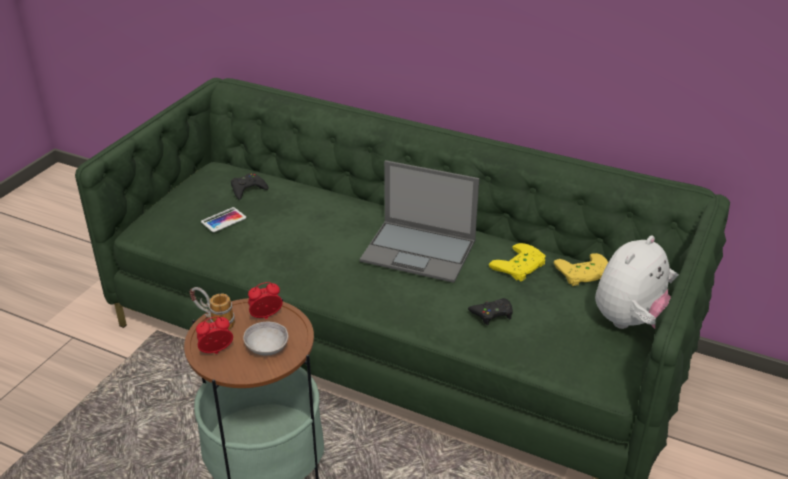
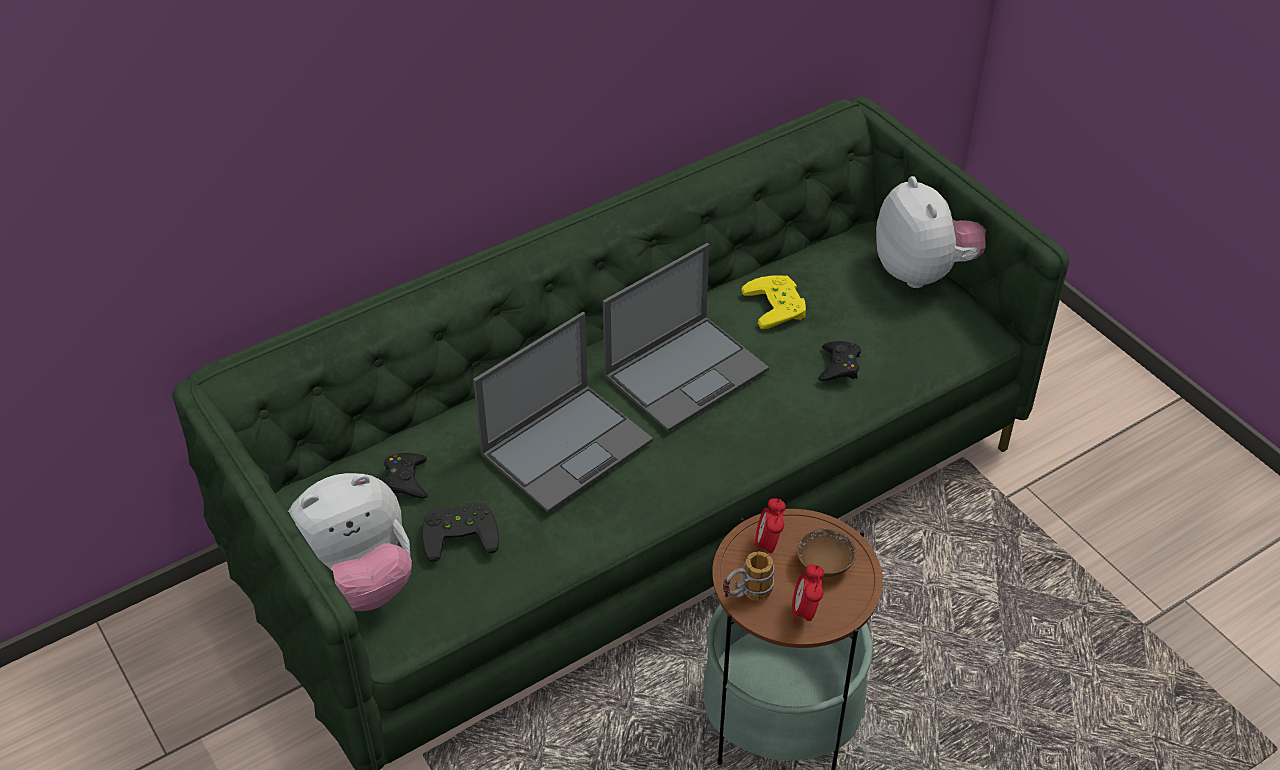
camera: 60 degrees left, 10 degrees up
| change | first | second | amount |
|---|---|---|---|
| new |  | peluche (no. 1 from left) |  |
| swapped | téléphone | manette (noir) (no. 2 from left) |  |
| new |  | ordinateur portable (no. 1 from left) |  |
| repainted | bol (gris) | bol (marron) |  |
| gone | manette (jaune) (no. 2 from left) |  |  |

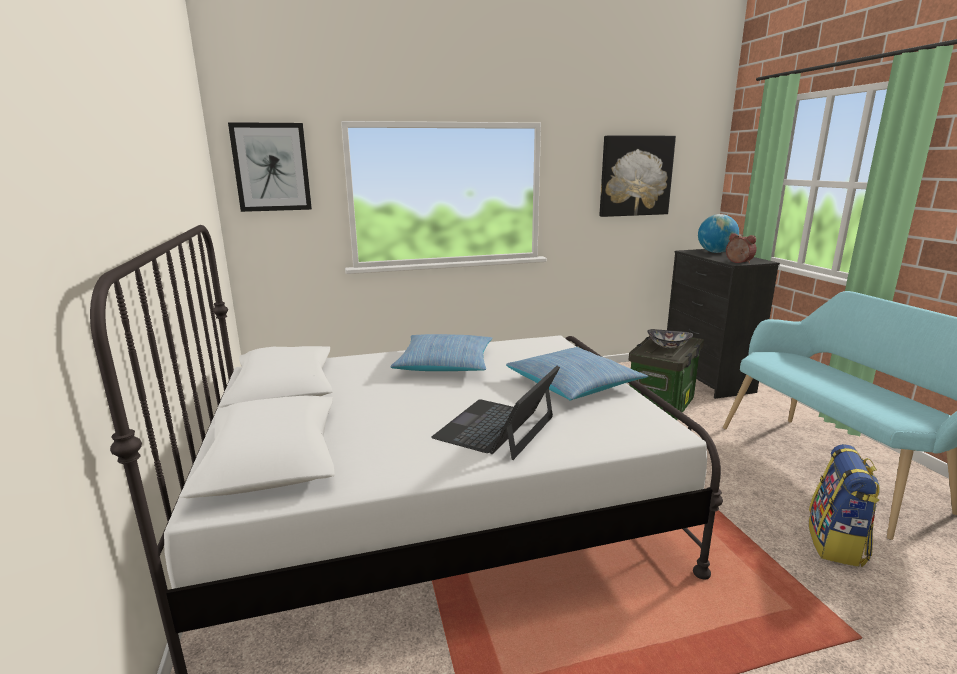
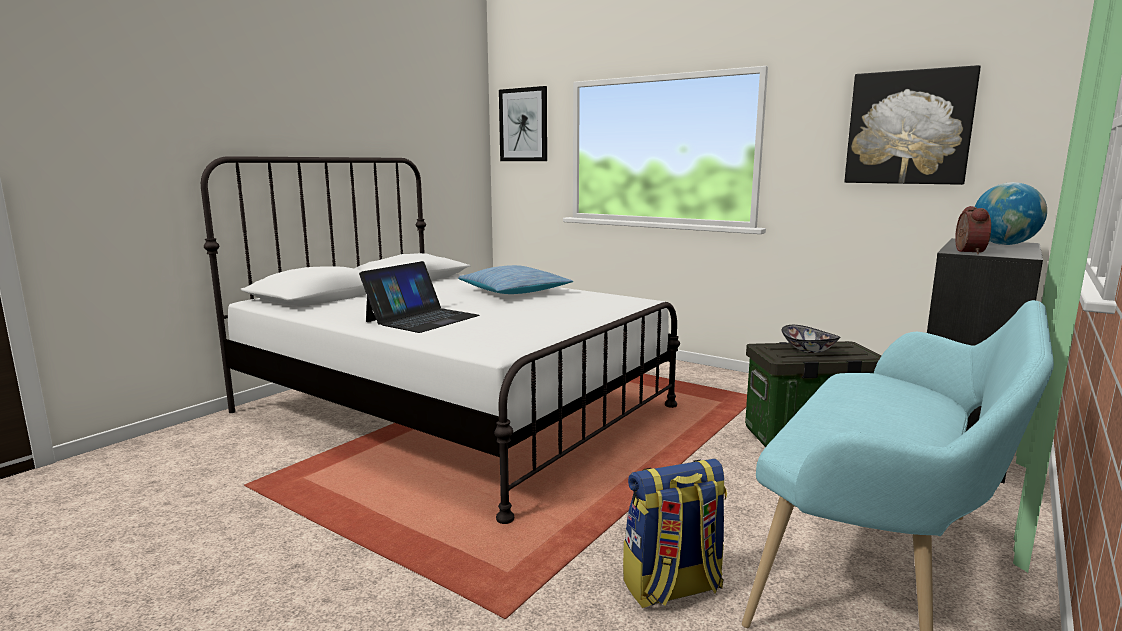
camera: 50 degrees right, 5 degrees down
| change | first | second | amount |
|---|---|---|---|
| rotated | ordinateur portable |  | 135 degrees clockwise |
| gone | coussin (no. 2 from left) |  |  |

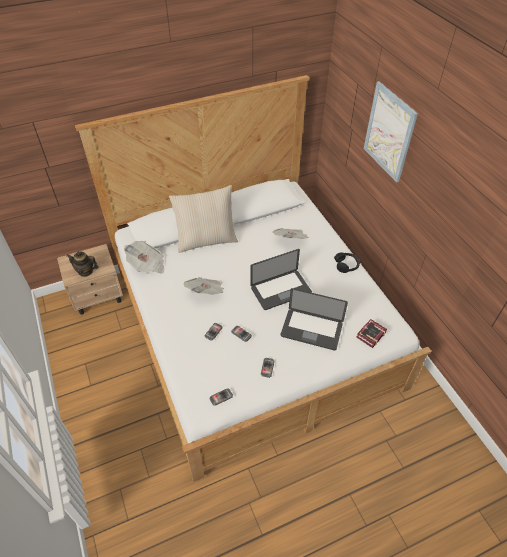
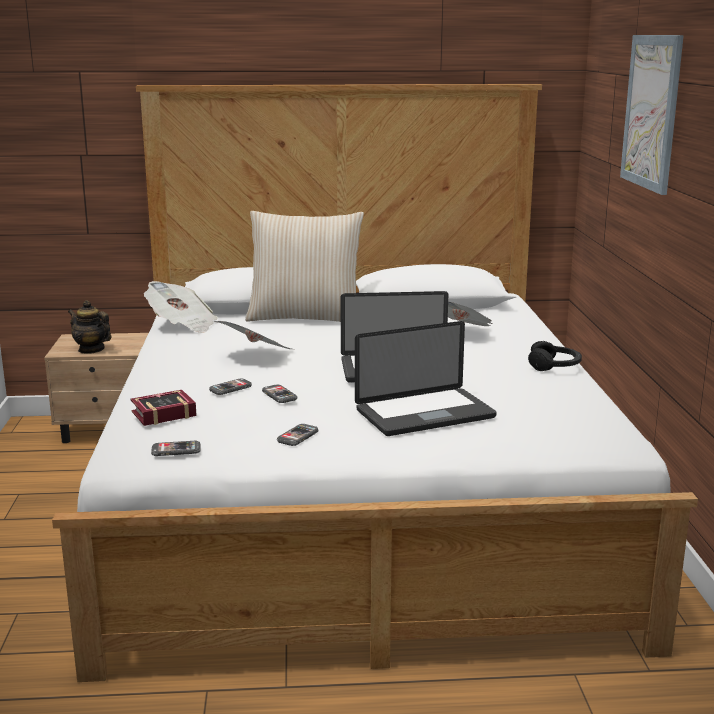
camera: 20 degrees right, 30 degrees down
| change | first | second | amount |
|---|---|---|---|
| shifted | livre |  |  |
| rotated | ordinateur portable (no. 2 from left) |  | 60 degrees counterclockwise |

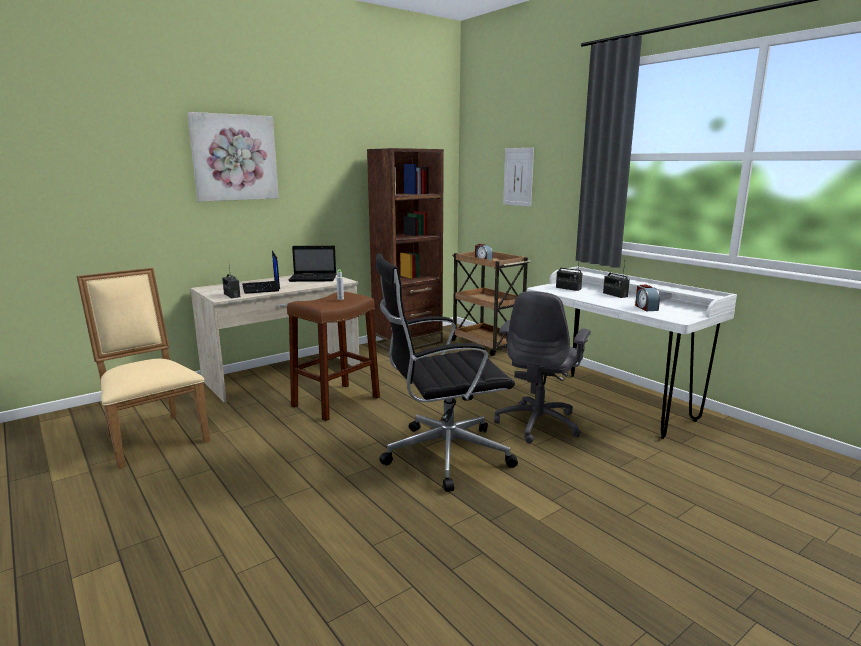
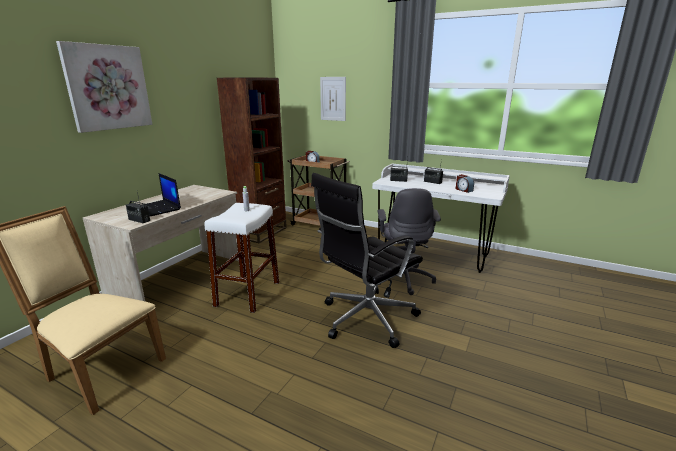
camera: 25 degrees left, 5 degrees up
| change | first | second | amount |
|---|---|---|---|
| repainted | tabouret (marron) | tabouret (blanc) |  |
| gone | ordinateur portable (no. 2 from left) |  |  |

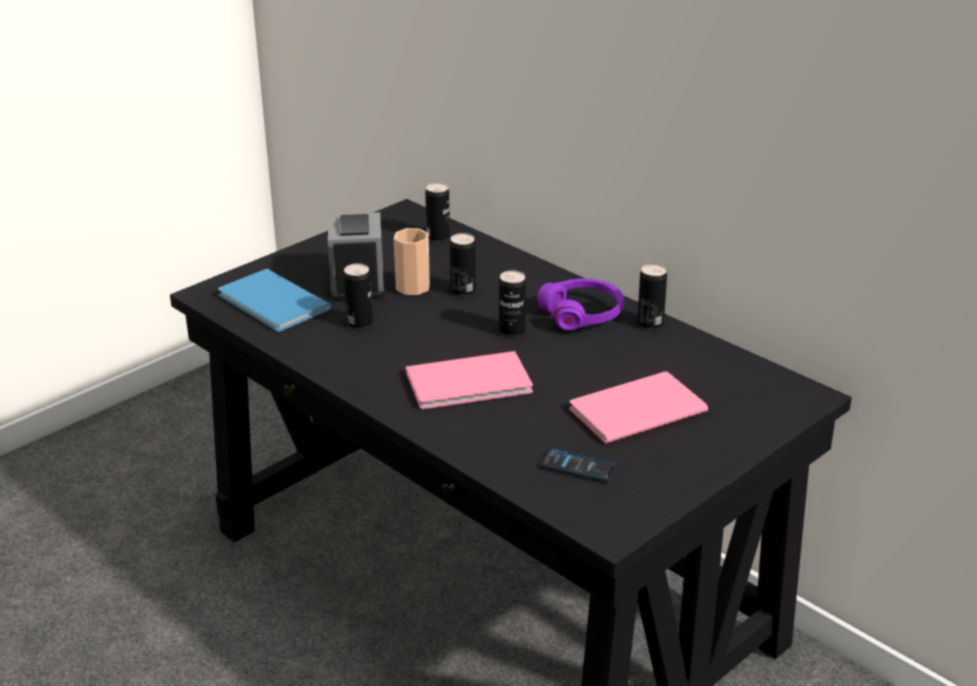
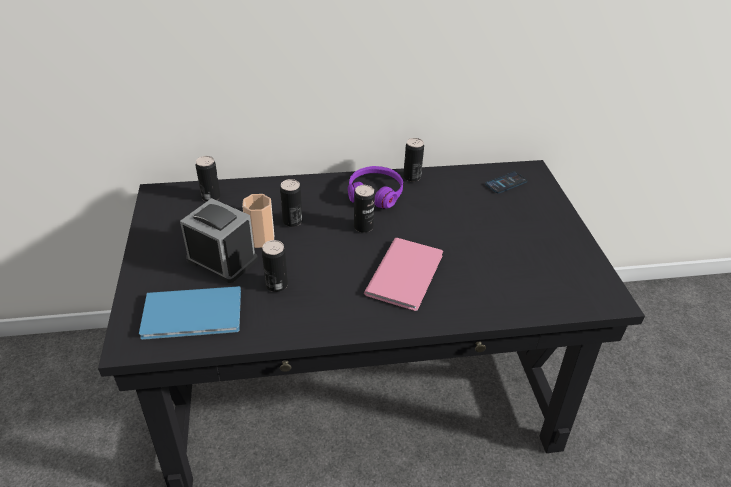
camera: 55 degrees left, 10 degrees up
| change | first | second | amount |
|---|---|---|---|
| shifted | téléphone |  |  |
| gone | livre (rose) (no. 2 from left) |  |  |

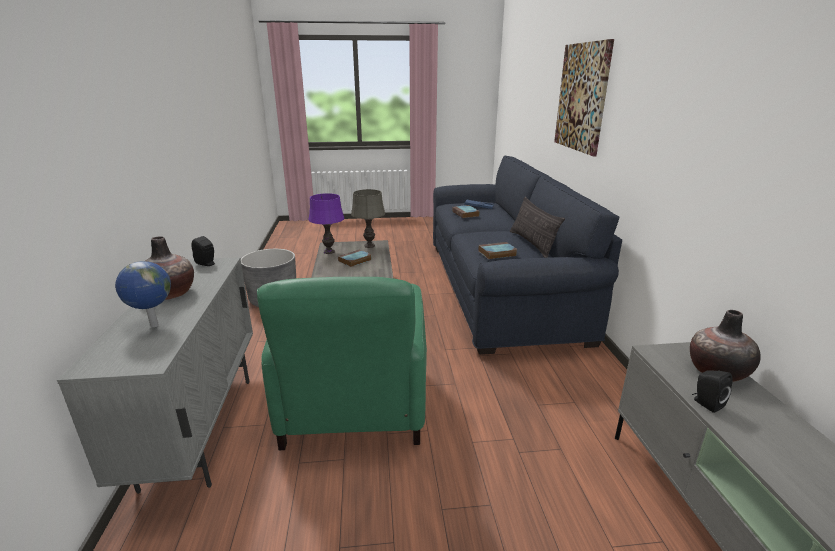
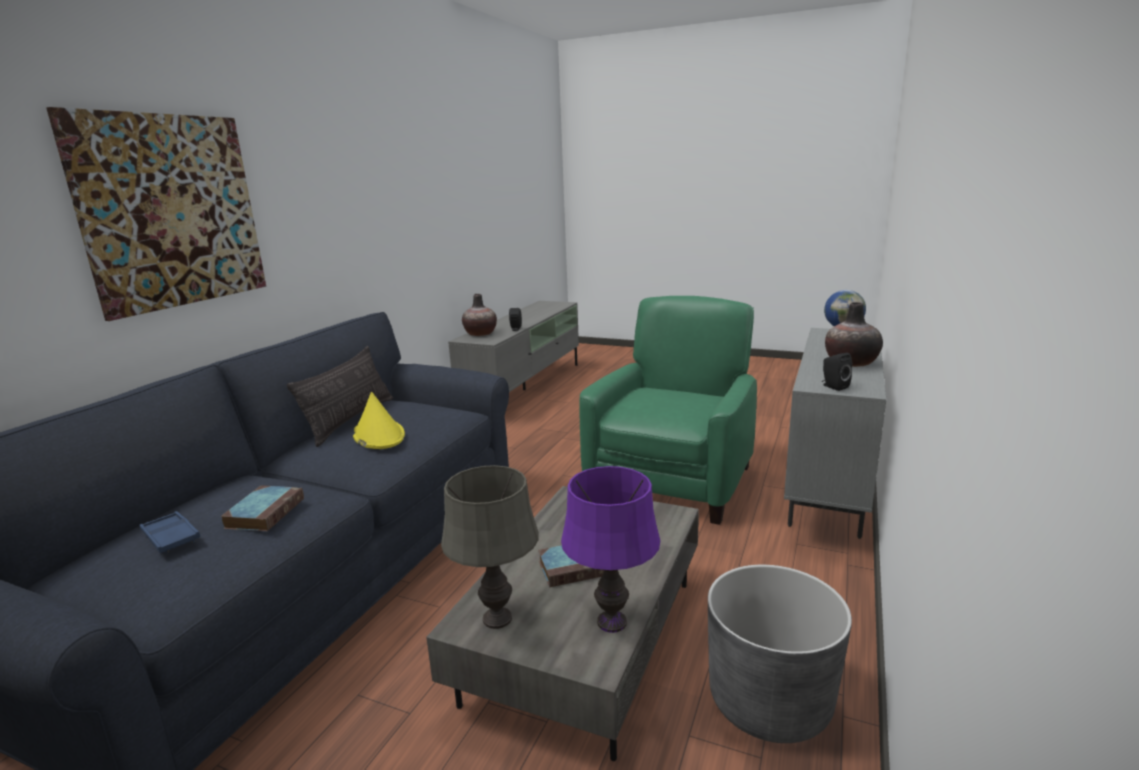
camera: 150 degrees left, 5 degrees down
| change | first | second | amount |
|---|---|---|---|
| new |  | chapeau (jaune) |  |
| gone | livre (no. 3 from left) |  |  |

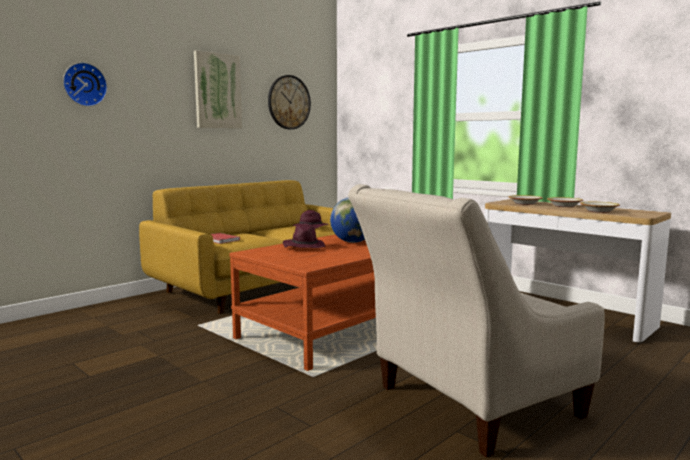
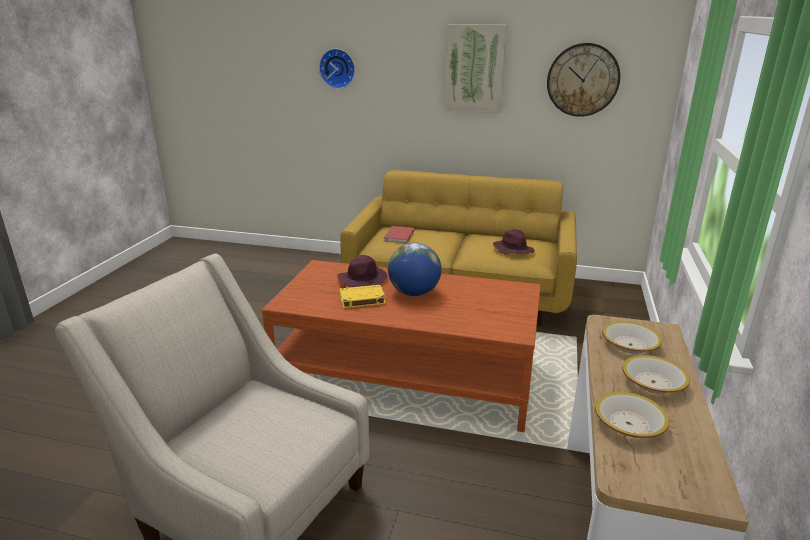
camera: 60 degrees right, 15 degrees up
| change | first | second | amount |
|---|---|---|---|
| new |  | livre (jaune) |  |

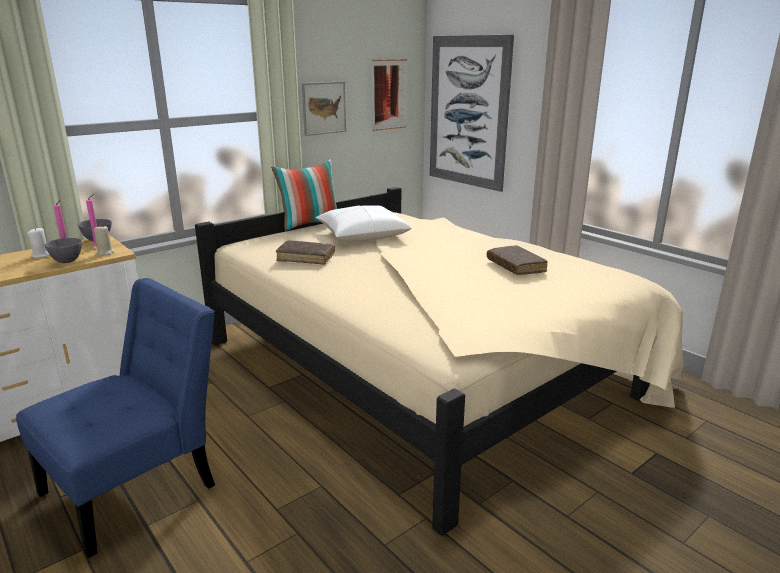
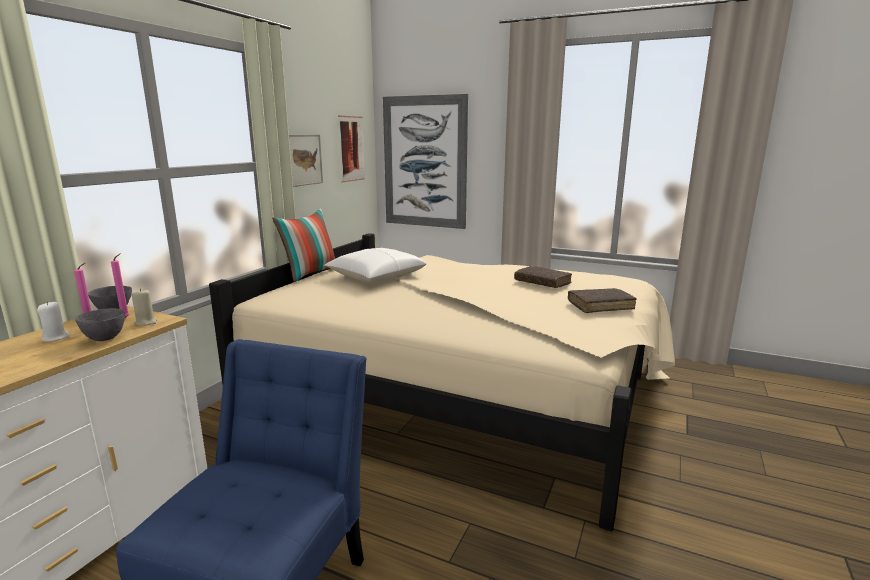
camera: 25 degrees left, 5 degrees down
| change | first | second | amount |
|---|---|---|---|
| shifted | livre (marron) (no. 1 from left in the first image) | livre (marron) (no. 2 from left) |  |

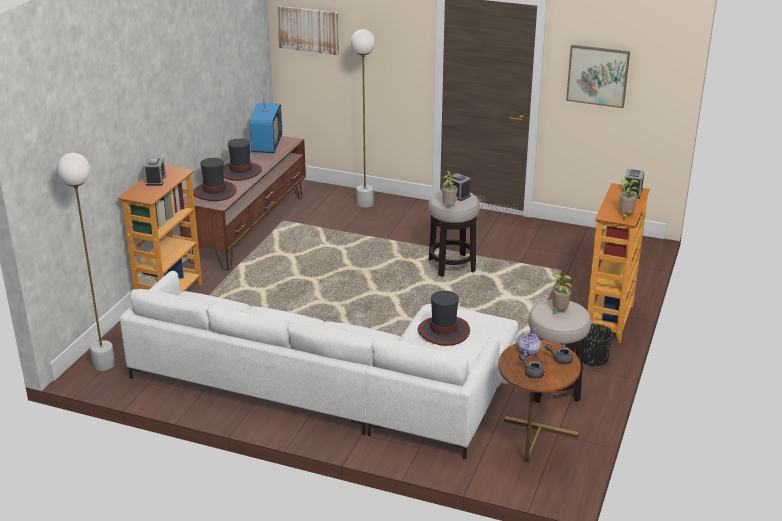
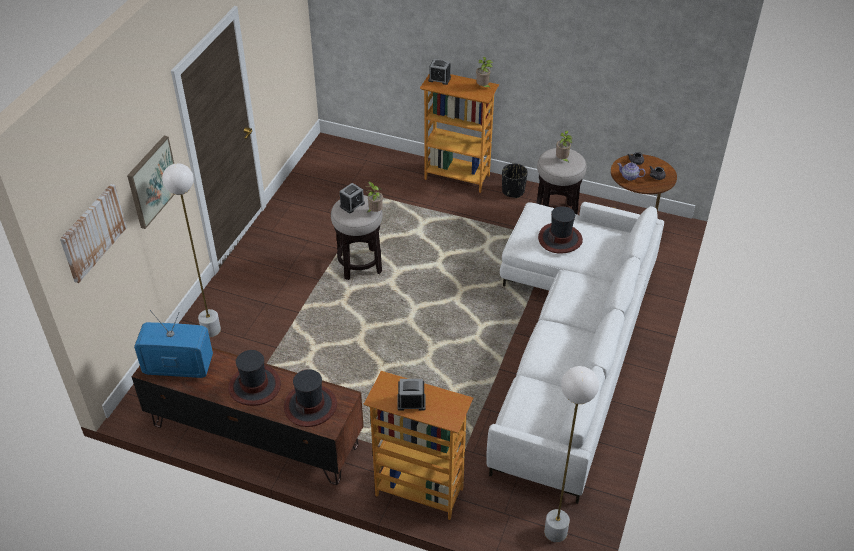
camera: 90 degrees left, 15 degrees up
| change | first | second | amount |
|---|---|---|---|
| shifted | tableau (no. 2 from left) |  |  |

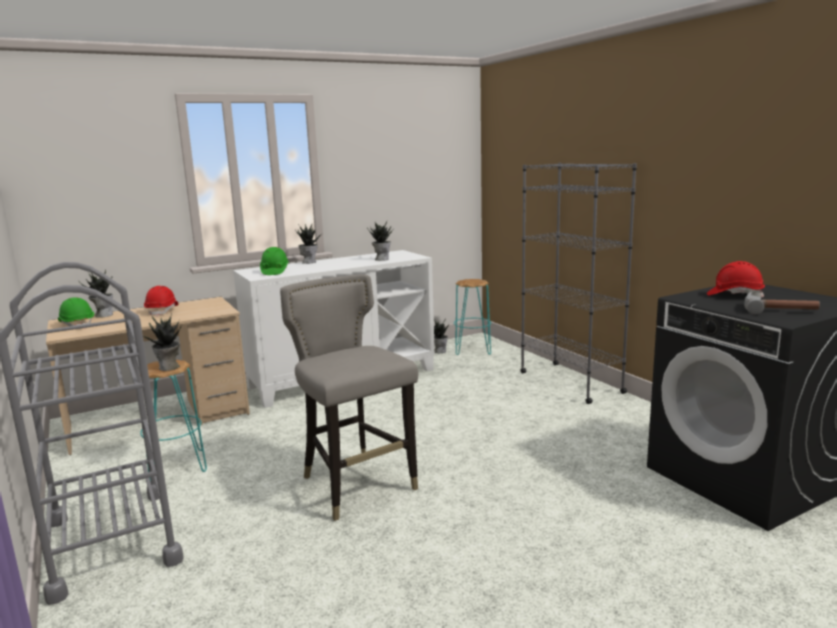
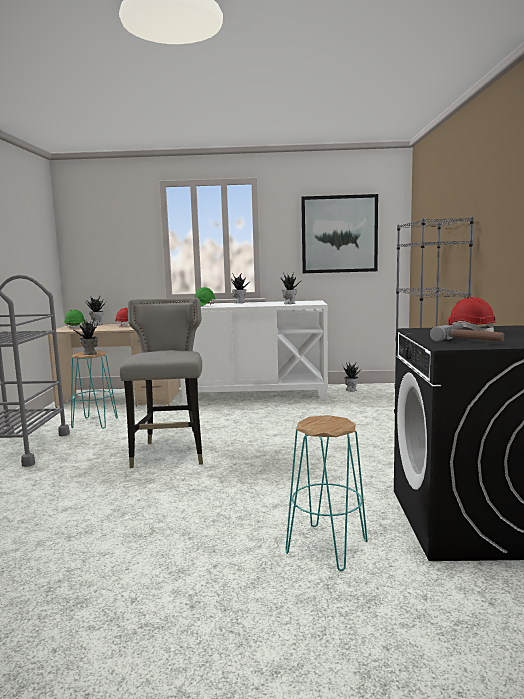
camera: 30 degrees right, 5 degrees down
| change | first | second | amount |
|---|---|---|---|
| shifted | tabouret (turquoise) (no. 2 from left) |  |  |
| new |  | tableau |  |

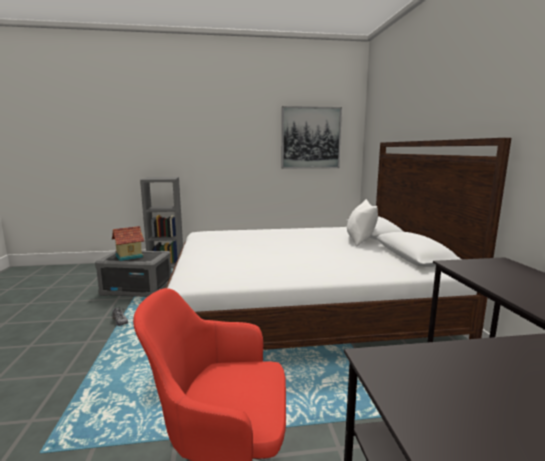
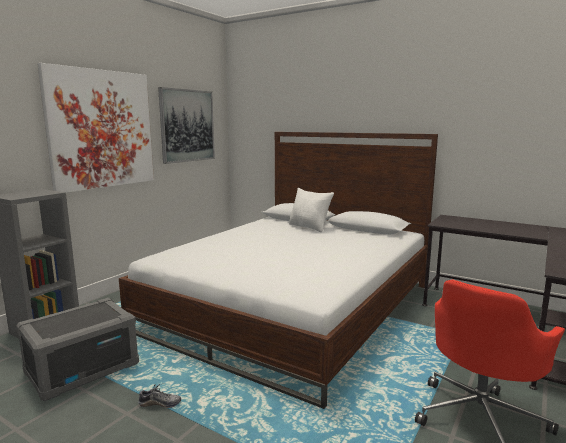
camera: 50 degrees left, 0 degrees up
| change | first | second | amount |
|---|---|---|---|
| new |  | tableau (no. 1 from left) |  |
| gone | maison miniature |  |  |

